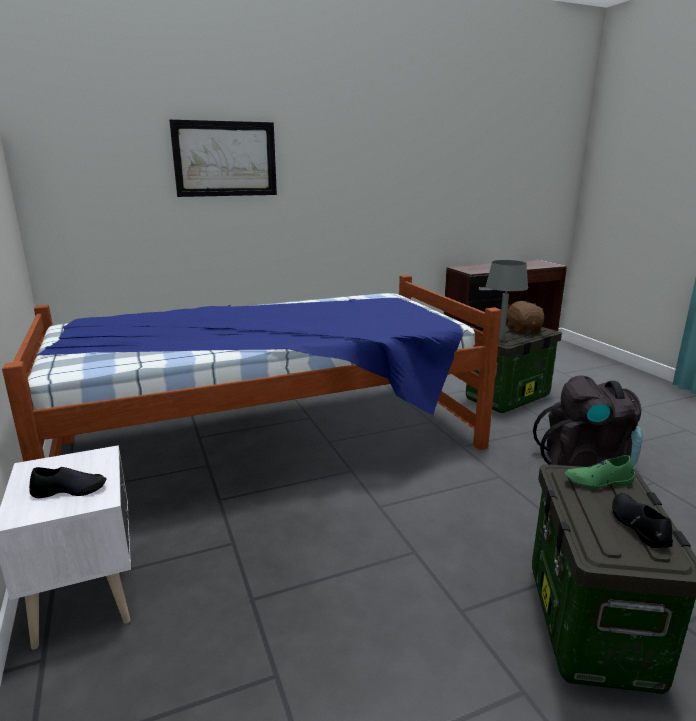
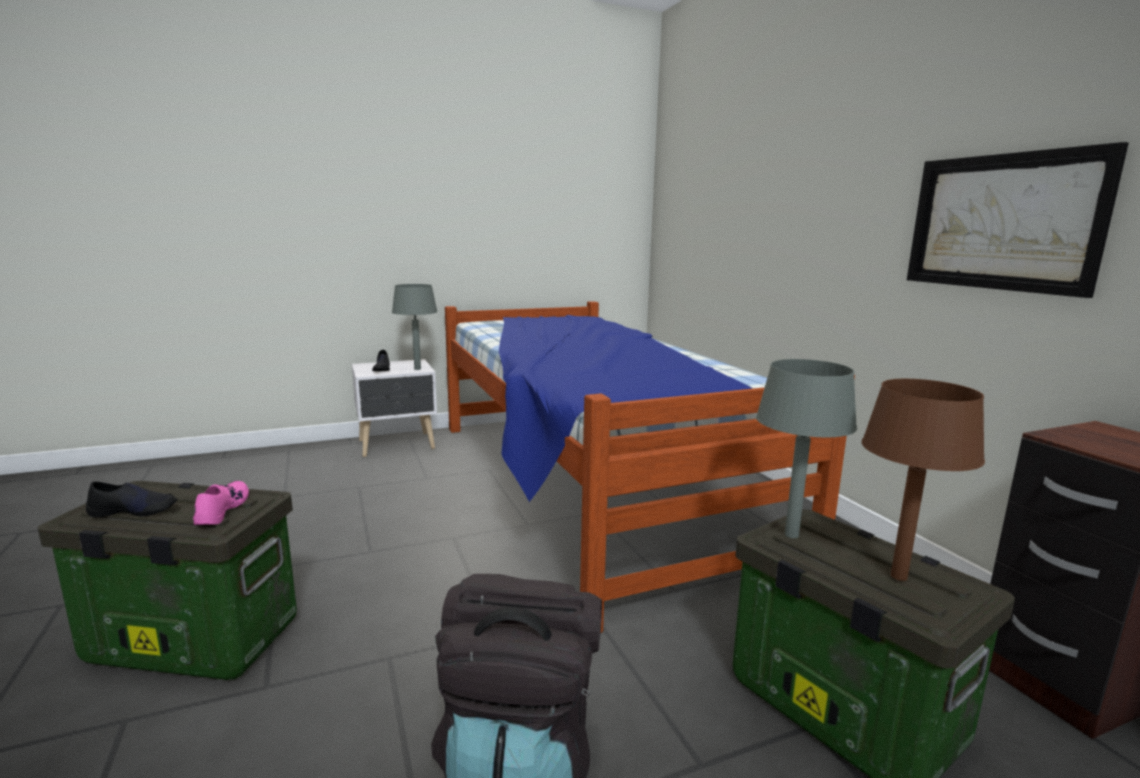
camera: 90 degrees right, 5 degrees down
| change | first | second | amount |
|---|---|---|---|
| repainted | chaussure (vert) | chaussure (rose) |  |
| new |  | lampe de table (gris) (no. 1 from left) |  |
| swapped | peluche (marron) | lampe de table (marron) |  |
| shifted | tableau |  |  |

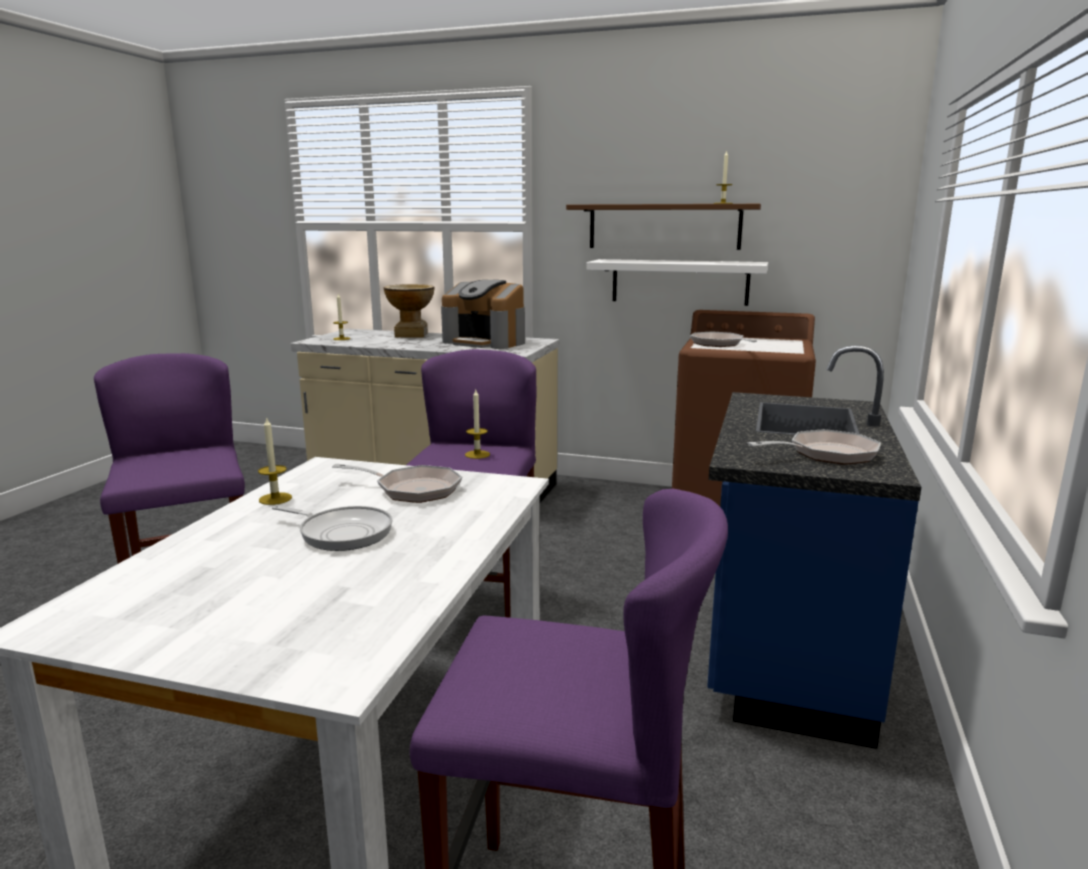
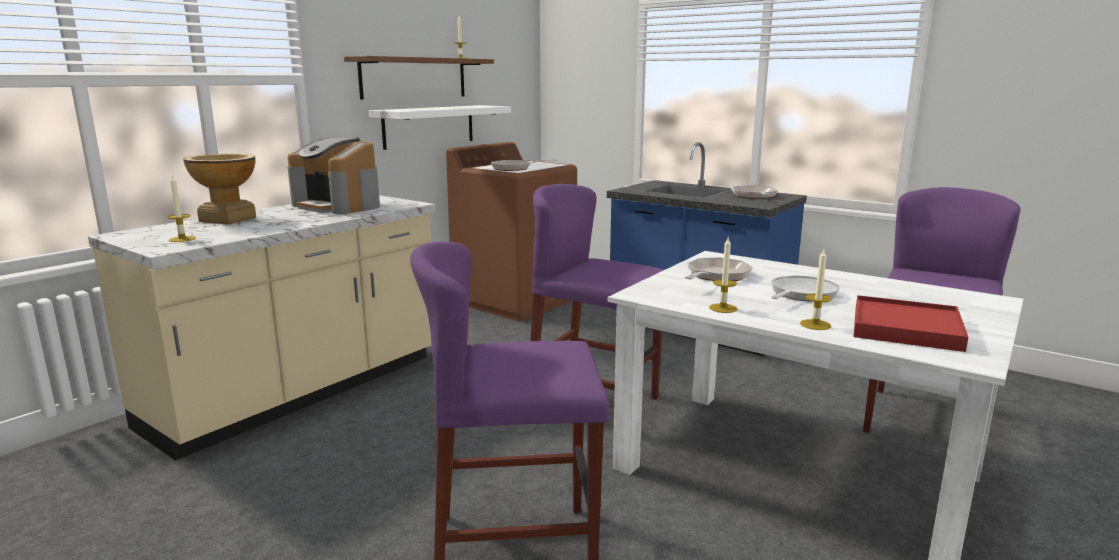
camera: 70 degrees left, 0 degrees up
| change | first | second | amount |
|---|---|---|---|
| rotated | machine à café |  | 75 degrees clockwise |
| shifted | bougie (no. 3 from left in the first image) | bougie (no. 4 from left) |  |
| new |  | plateau (rouge) |  |

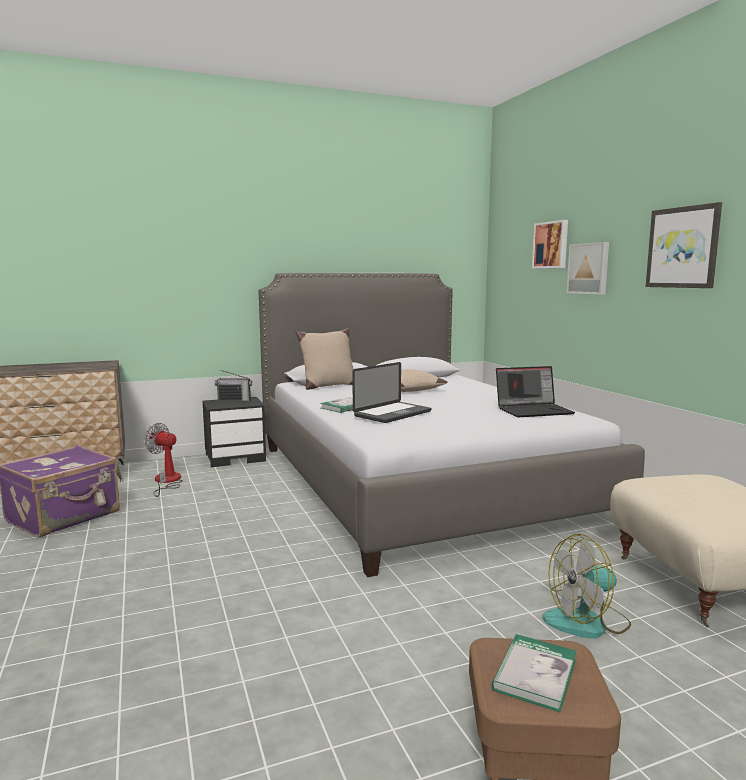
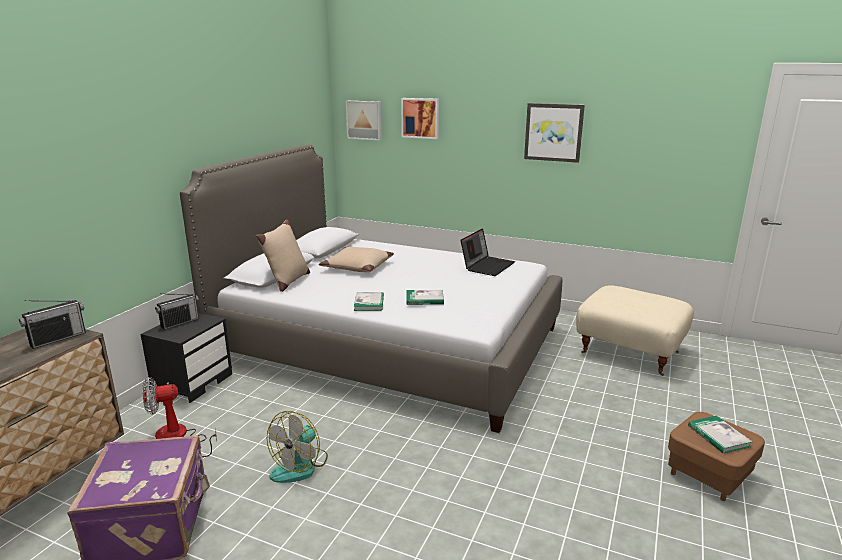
camera: 45 degrees left, 10 degrees up
| change | first | second | amount |
|---|---|---|---|
| new |  | radio (no. 1 from left) |  |
| shifted | ventilateur (no. 2 from left) |  |  |
| shifted | tableau (no. 2 from left in the first image) | tableau (no. 1 from left) |  |
| swapped | ordinateur portable (no. 1 from left) | livre (no. 2 from left) |  |

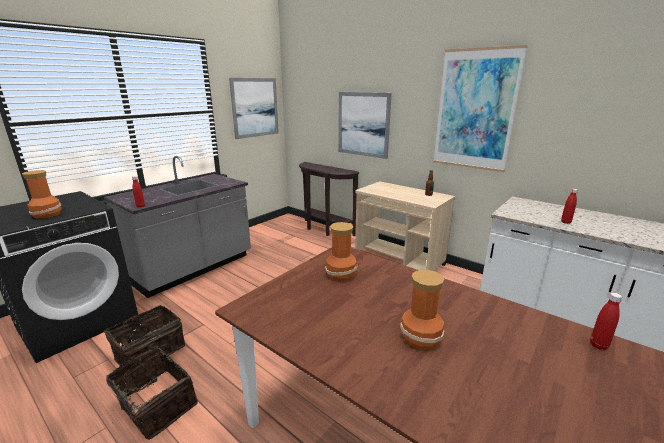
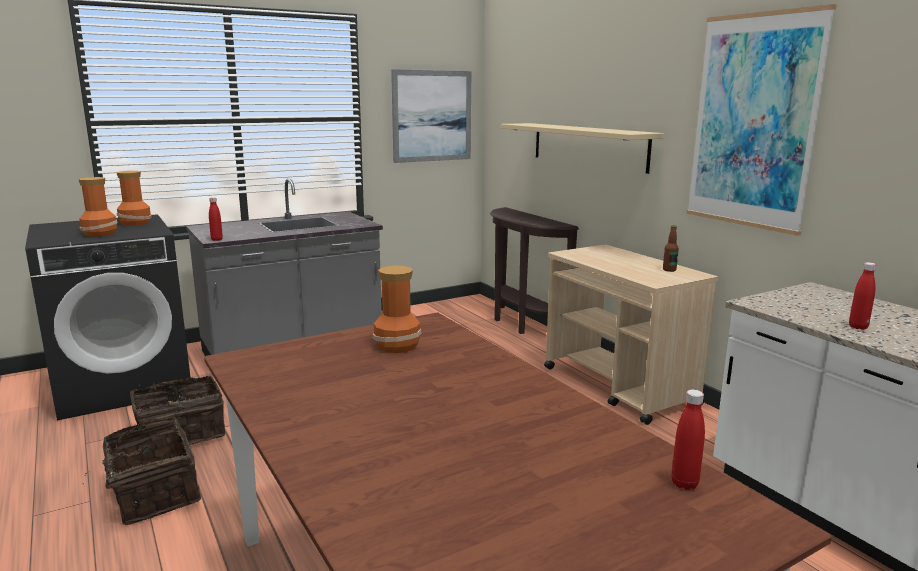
camera: 20 degrees right, 5 degrees down
| change | first | second | amount |
|---|---|---|---|
| shifted | vase (no. 3 from left in the first image) | vase (no. 2 from left) |  |
| swapped | tableau (no. 2 from left) | étagère (beige) |  |

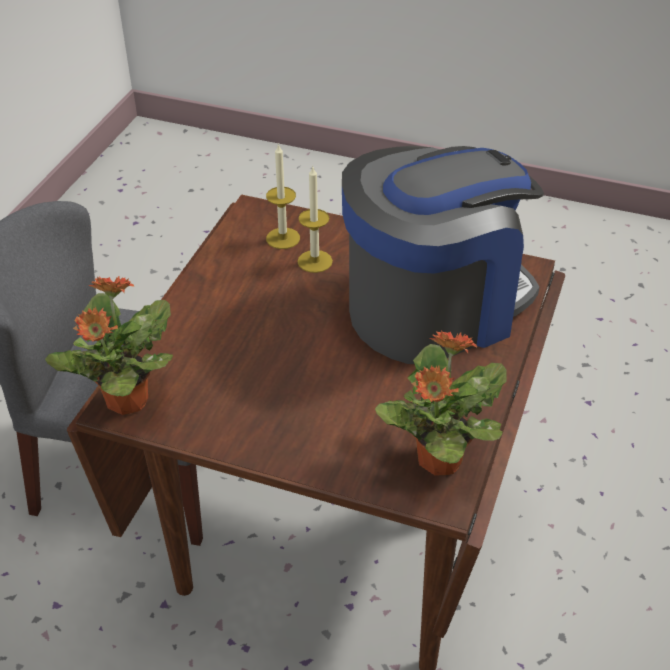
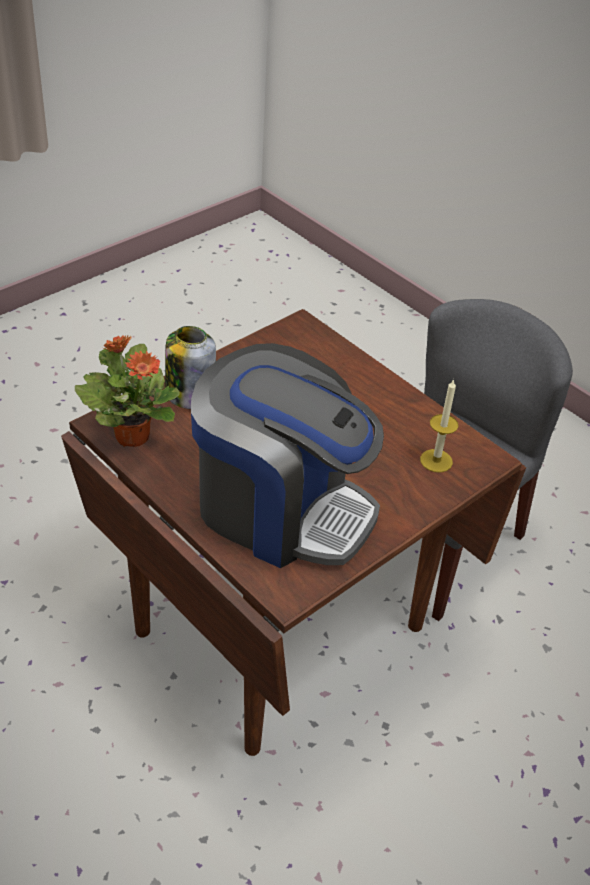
camera: 115 degrees right, 0 degrees up
| change | first | second | amount |
|---|---|---|---|
| new |  | bocal |  |
| rotated | machine à café |  | 60 degrees counterclockwise |
| gone | plante en pot (no. 1 from left) |  |  |
| gone | bougie (no. 2 from left) |  |  |

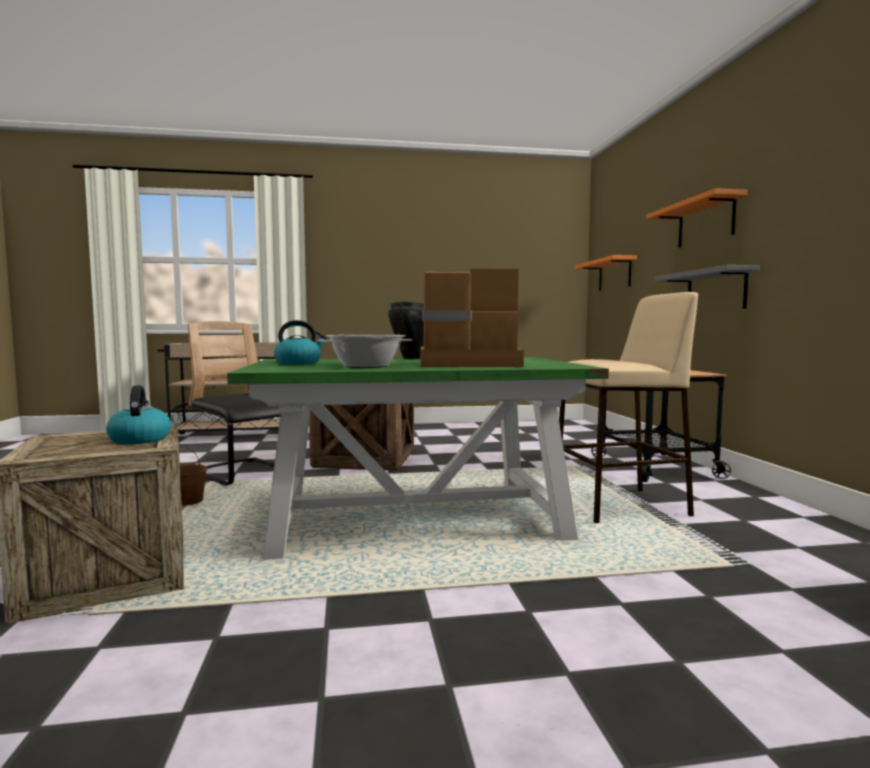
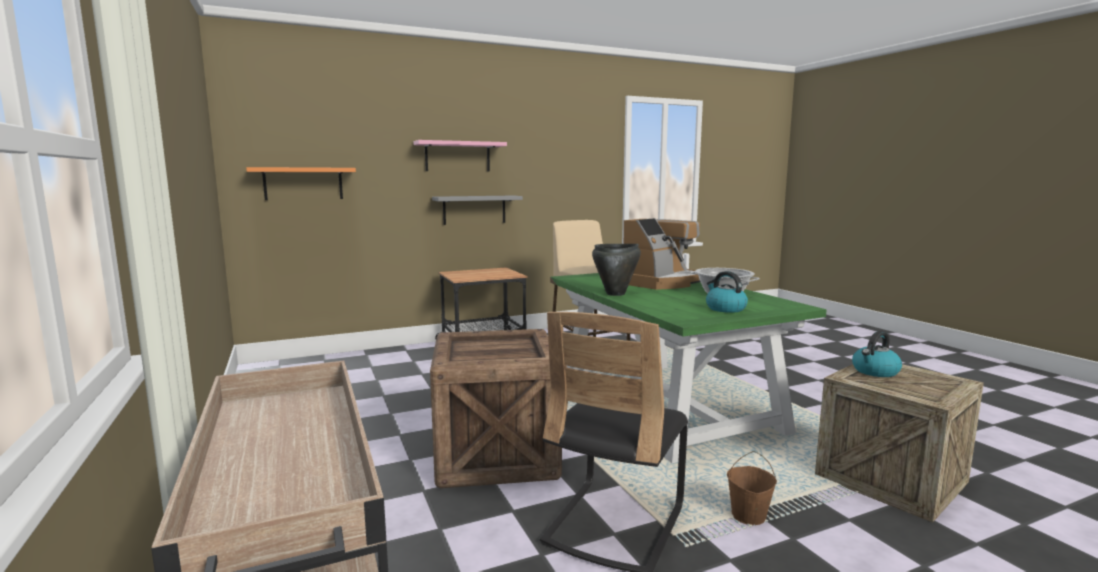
camera: 105 degrees left, 5 degrees up
| change | first | second | amount |
|---|---|---|---|
| repainted | étagère (orange) (no. 2 from left) | étagère (rose) |  |
| rotated | machine à café |  | 120 degrees counterclockwise |

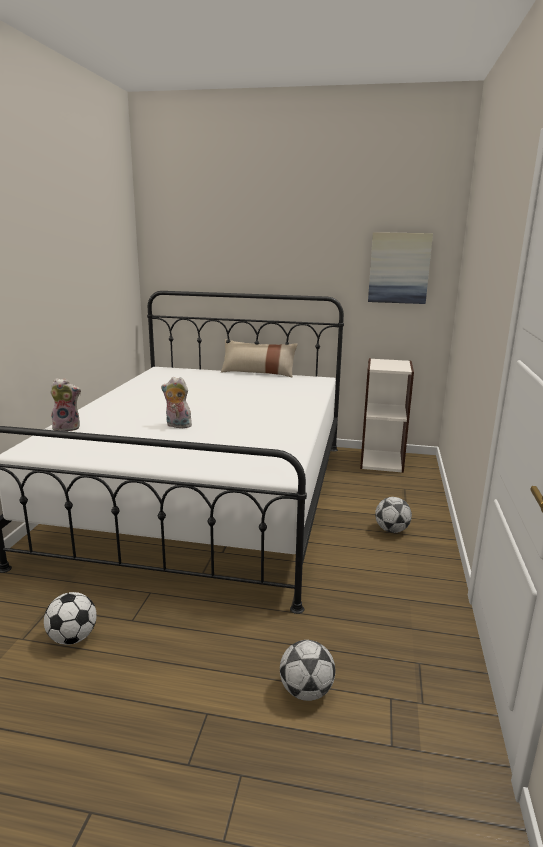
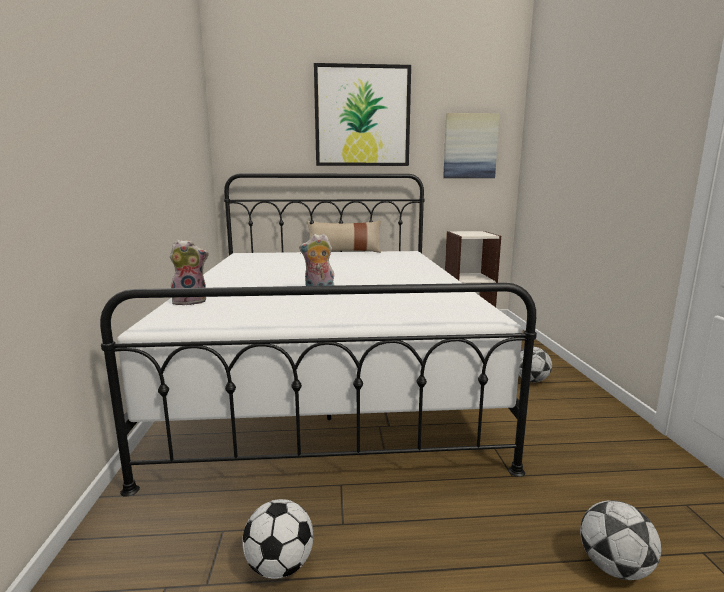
camera: 15 degrees left, 5 degrees down
| change | first | second | amount |
|---|---|---|---|
| new |  | tableau (no. 1 from left) |  |

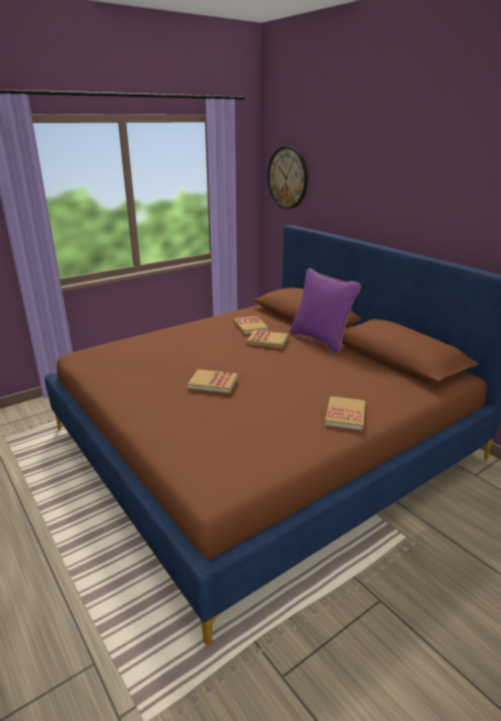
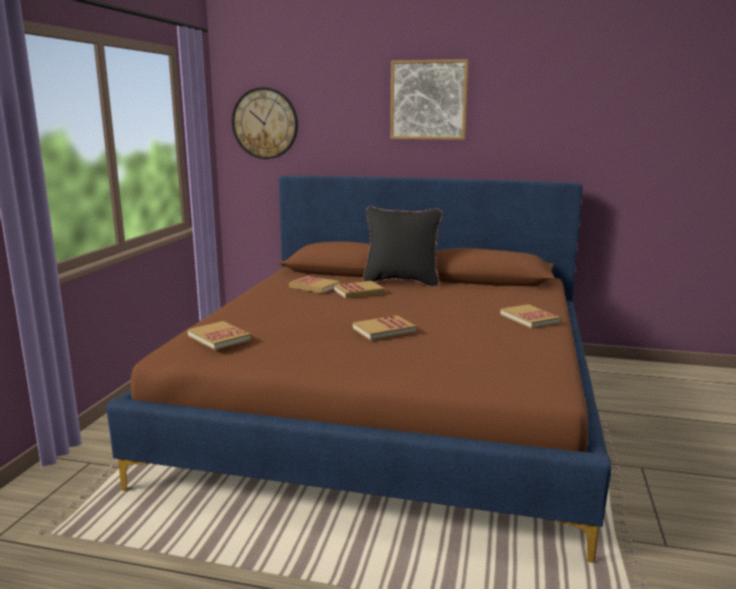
camera: 40 degrees left, 10 degrees down
| change | first | second | amount |
|---|---|---|---|
| new |  | livre (no. 1 from left) |  |
| repainted | coussin (violet) | coussin (noir) |  |
| new |  | tableau |  |

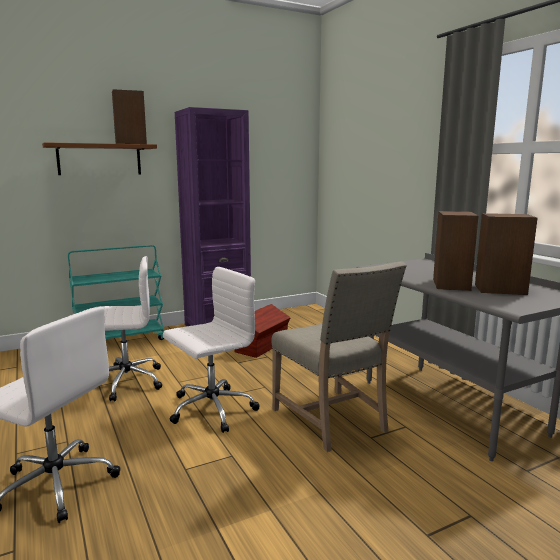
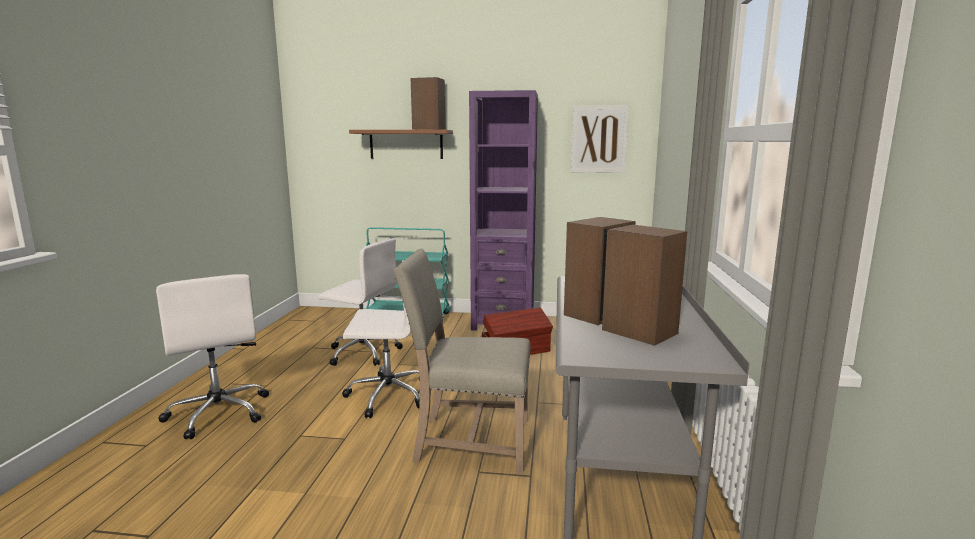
camera: 35 degrees right, 0 degrees up
| change | first | second | amount |
|---|---|---|---|
| rotated | chaise (beige) |  | 90 degrees clockwise |
| new |  | tableau |  |

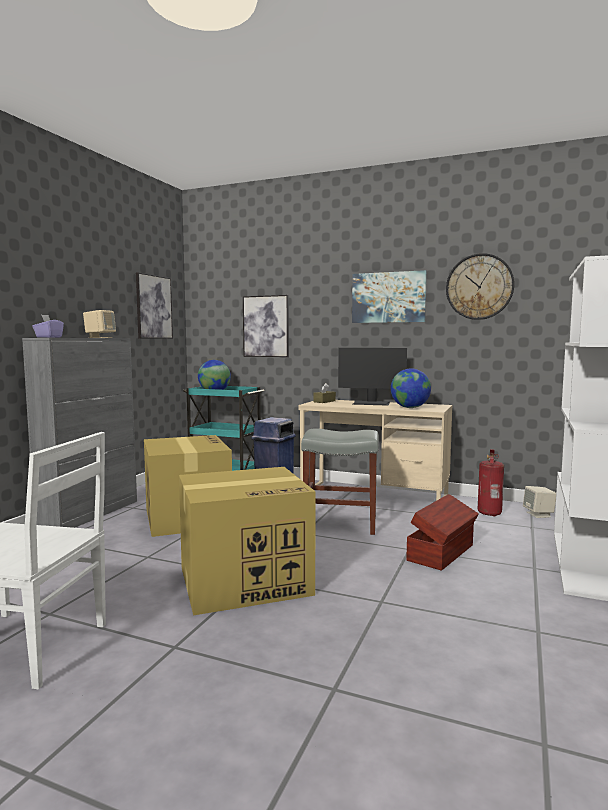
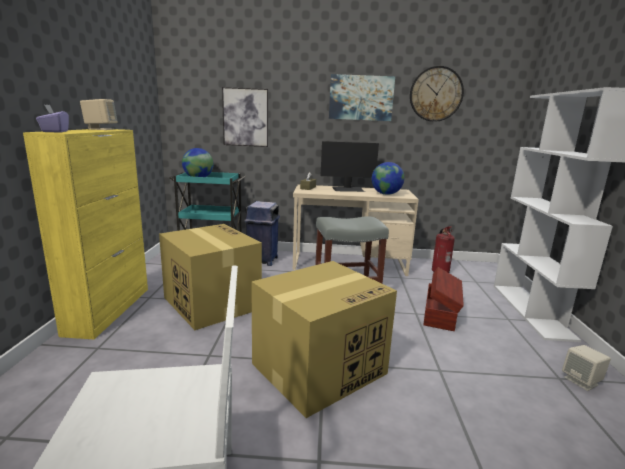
camera: 20 degrees left, 10 degrees up
| change | first | second | amount |
|---|---|---|---|
| repainted | meuble de rangement (gris) | meuble de rangement (jaune) |  |
| shifted | enceinte (beige) (no. 2 from left) |  |  |
| gone | tableau (no. 1 from left) |  |  |

